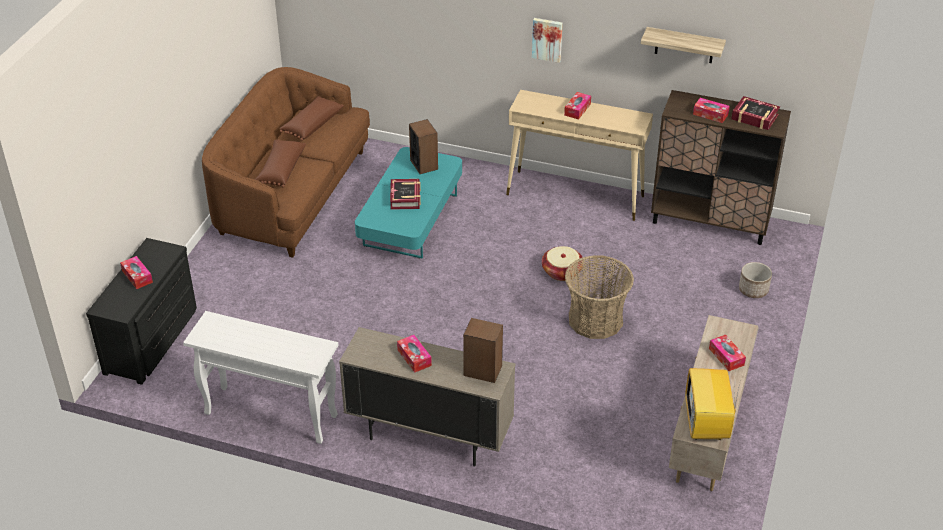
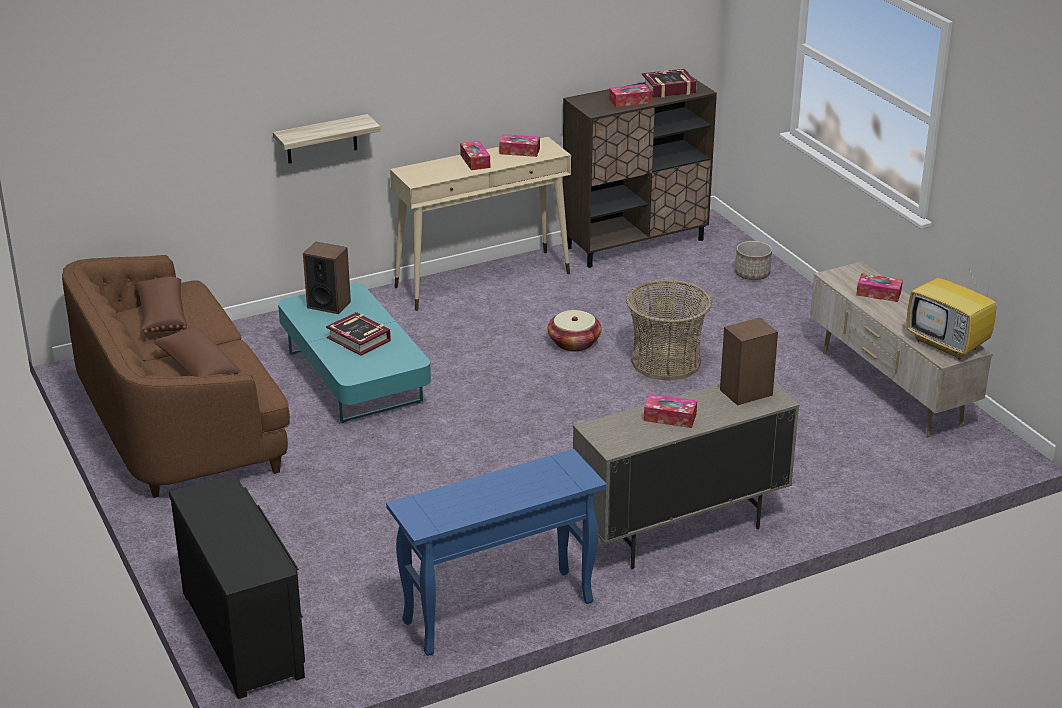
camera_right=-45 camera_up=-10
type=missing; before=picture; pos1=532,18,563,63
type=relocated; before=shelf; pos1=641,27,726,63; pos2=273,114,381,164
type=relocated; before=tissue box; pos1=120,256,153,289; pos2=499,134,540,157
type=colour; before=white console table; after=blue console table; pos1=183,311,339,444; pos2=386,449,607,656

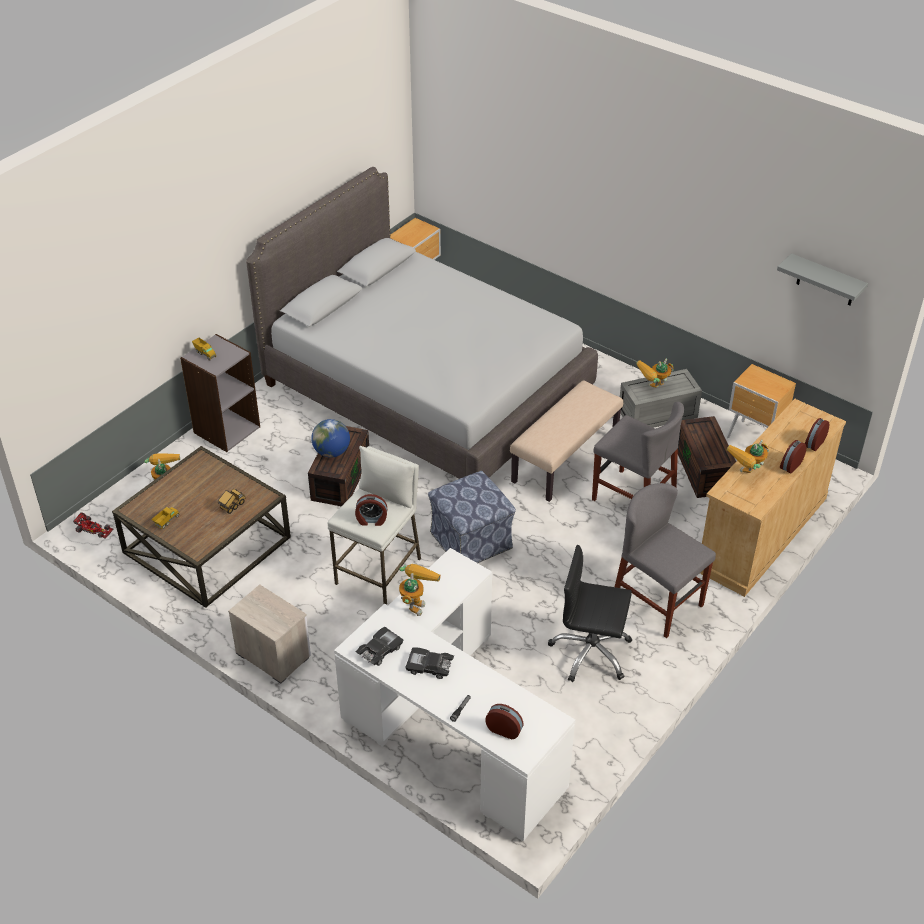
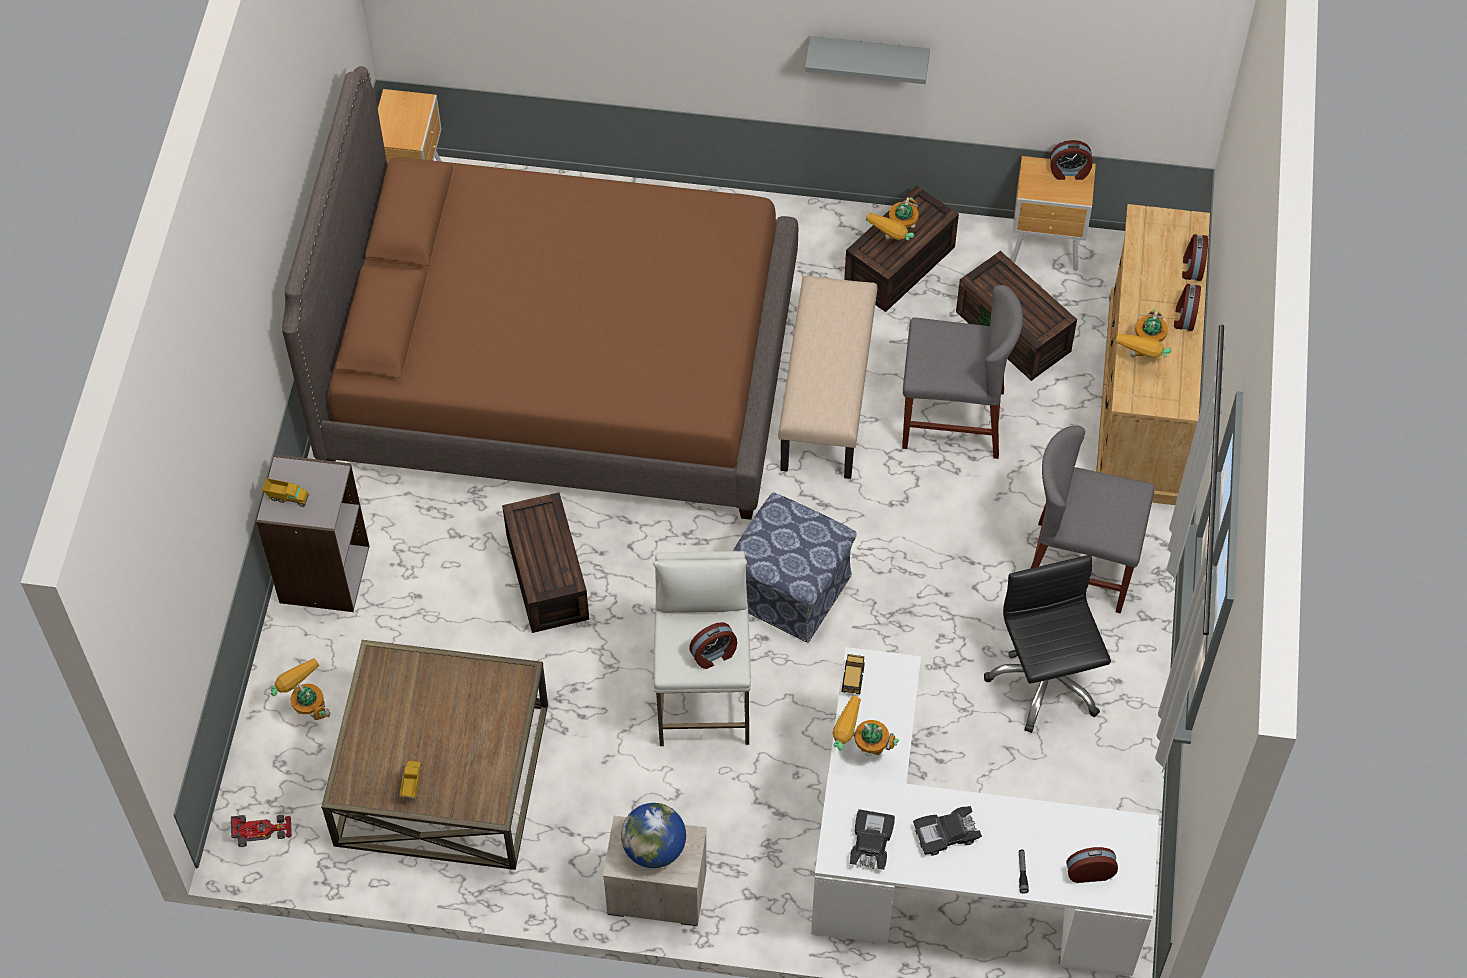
camera_right=-30 camera_up=15
type=colour; before=grey bed; after=brown bed; pos1=246,167,598,479; pos2=282,66,798,520
type=relocated; before=grey shelf; pos1=777,253,868,305; pos2=805,36,930,84
type=colour; before=grey storage box; after=brown storage box; pos1=620,369,702,428; pos2=844,186,959,312
type=relocated; before=globe; pos1=311,419,350,458; pos2=621,803,686,868
type=relocated; before=toy truck; pos1=218,489,245,514; pos2=841,654,865,694
type=spun; before=black office chair; pos1=548,545,632,682; pos2=984,555,1111,733; turn=90
type=spun; before=toy robot; pos1=399,564,441,616; pos2=833,696,899,756; turn=-60
type=appeared; after=alarm clock; pos2=1050,140,1092,180

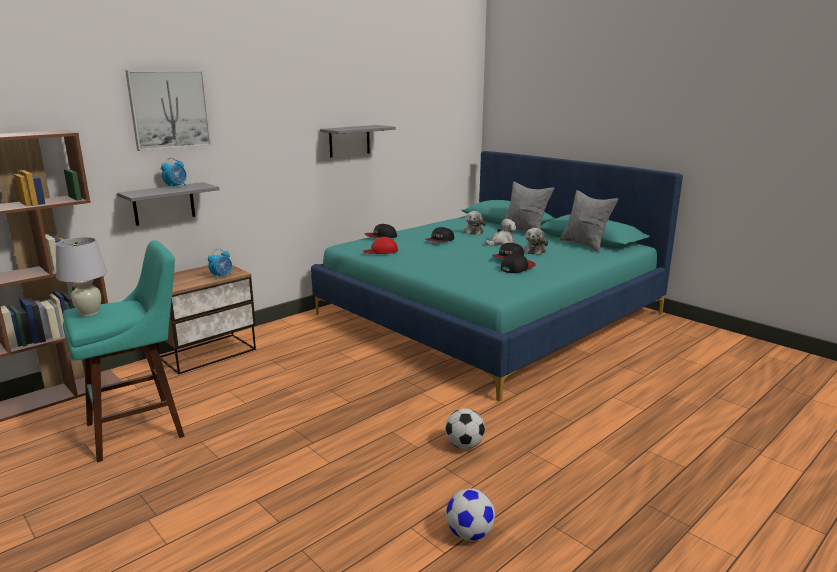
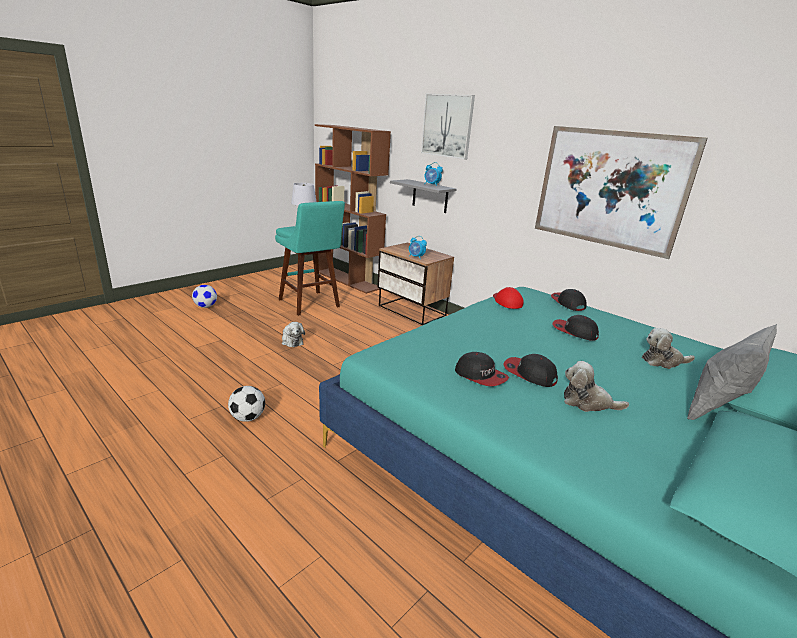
camera_right=85 camera_up=5
type=exchanged; before=grey shelf; after=picture; pos1=320,125,396,158; pos2=535,126,708,259
type=missing; before=grey pillow; pos1=559,190,618,253
type=relocated; before=plush toy; pos1=485,219,516,246; pos2=282,322,305,347
type=relocated; before=football; pos1=446,489,495,541; pos2=192,285,217,308

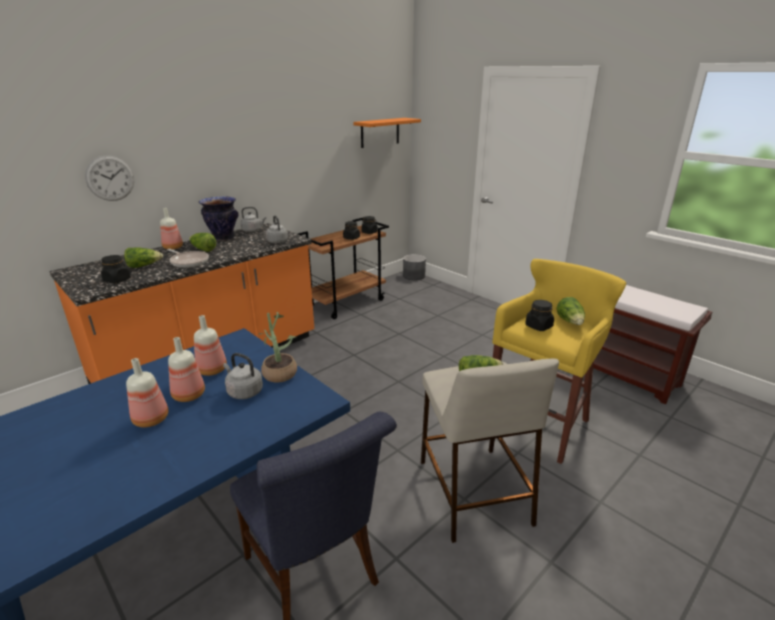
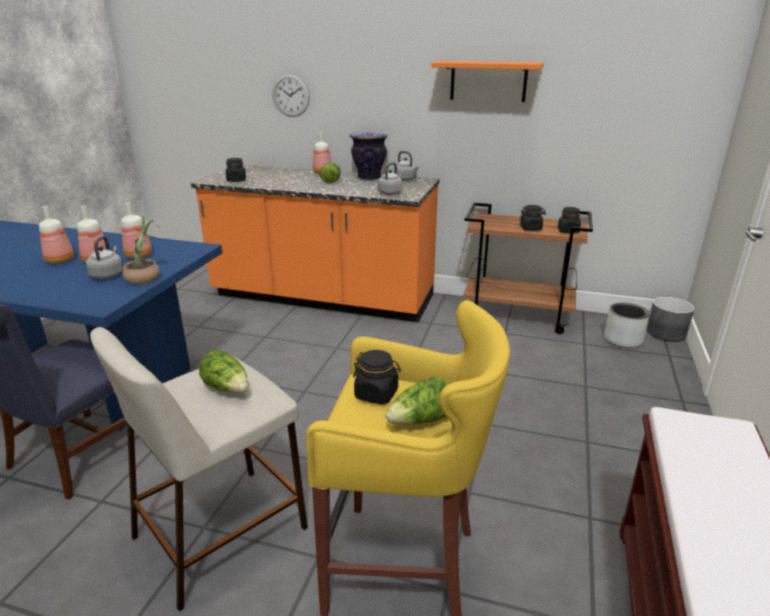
camera_right=60 camera_up=0
type=relocated; before=orange shelf; pos1=353,118,421,148; pos2=431,61,543,102
type=missing; before=lettuce; pos1=124,247,163,268
type=missing; before=frying pan; pos1=167,249,209,268
type=appeared; after=grey planter; pos2=604,303,649,348

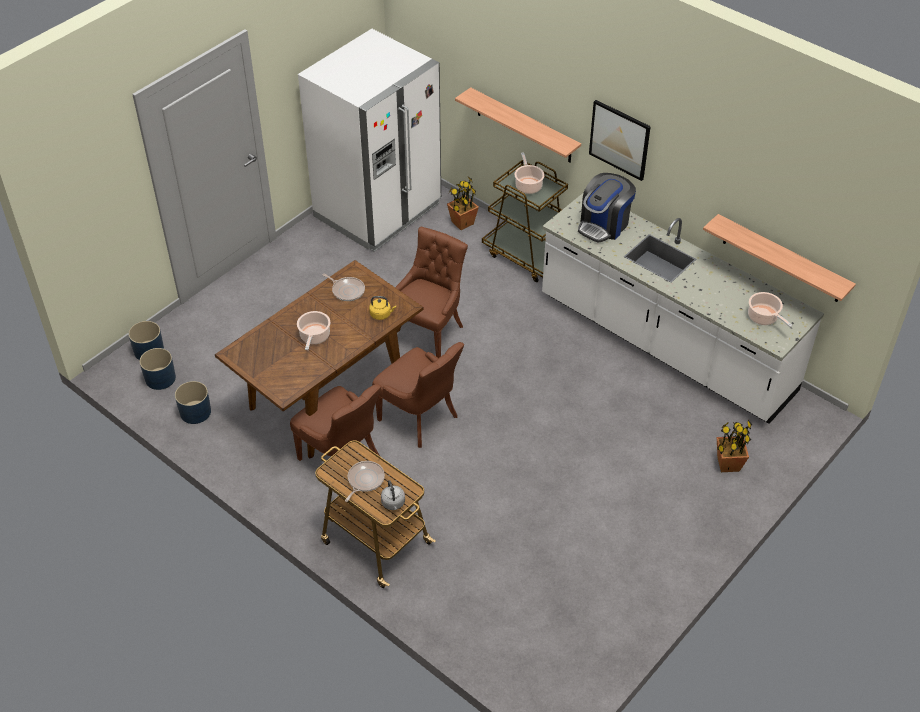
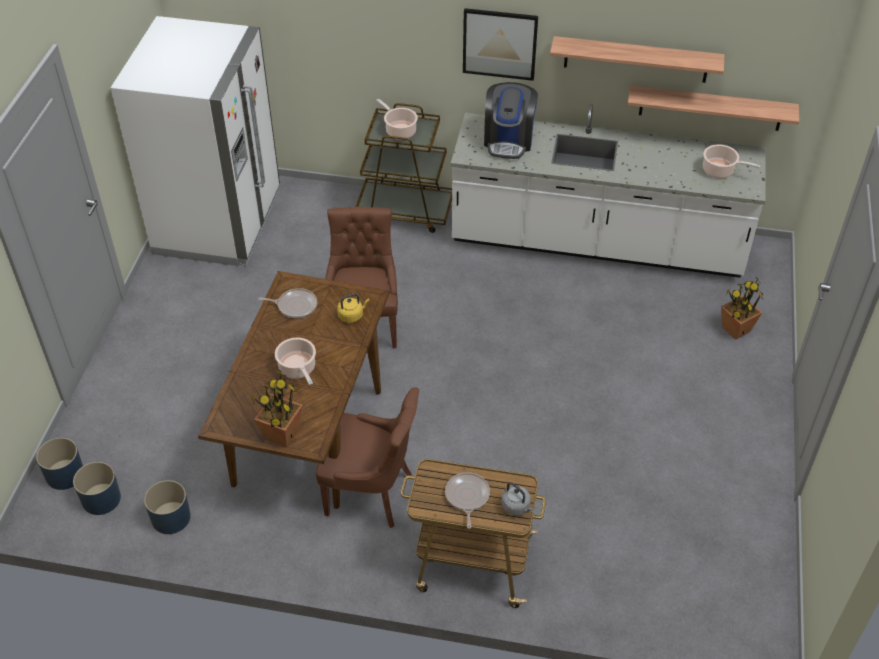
camera_right=-30 camera_up=0
type=relocated; before=shelf; pos1=455,87,581,163; pos2=550,36,725,83
type=relocated; before=potted plant; pos1=447,177,479,230; pos2=252,370,303,448
type=missing; before=brown chair; pos1=372,342,464,448

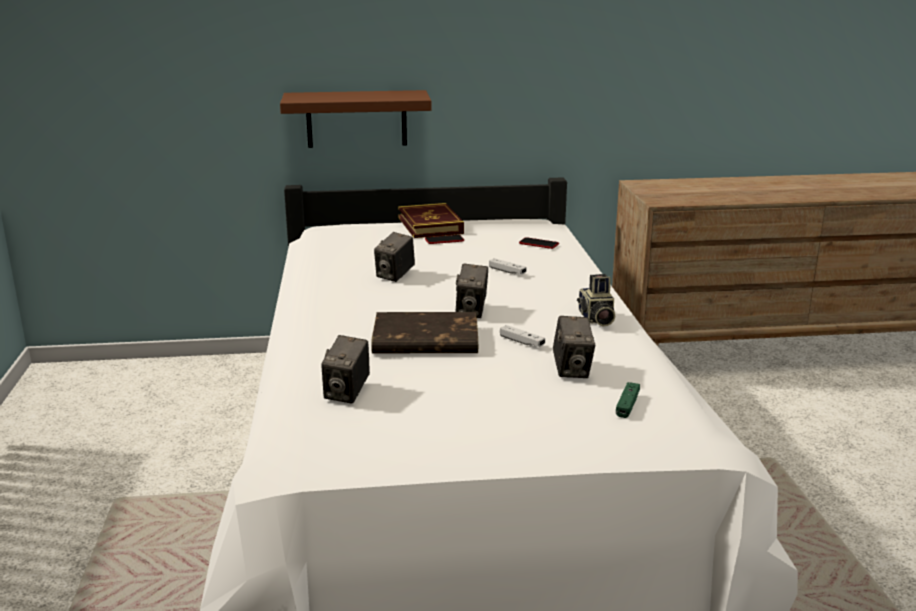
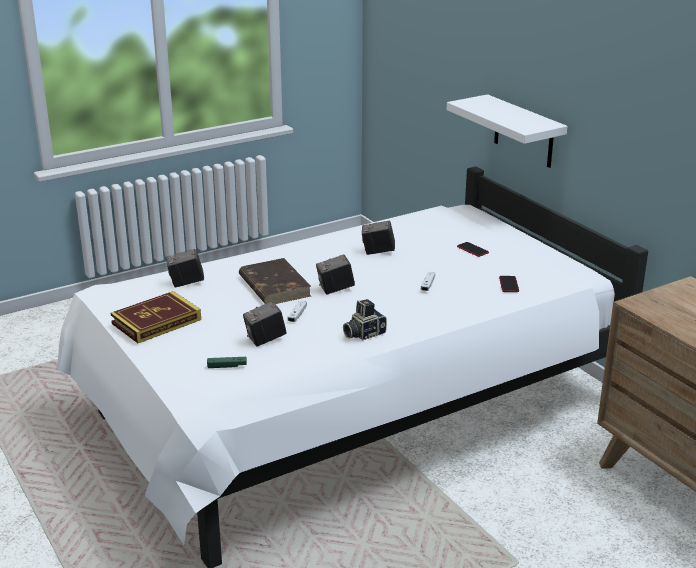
camera_right=65 camera_up=5
type=colour; before=brown shelf; after=white shelf; pos1=280,90,432,148; pos2=447,94,568,168
type=relocated; before=book; pos1=398,203,464,238; pos2=110,291,201,343

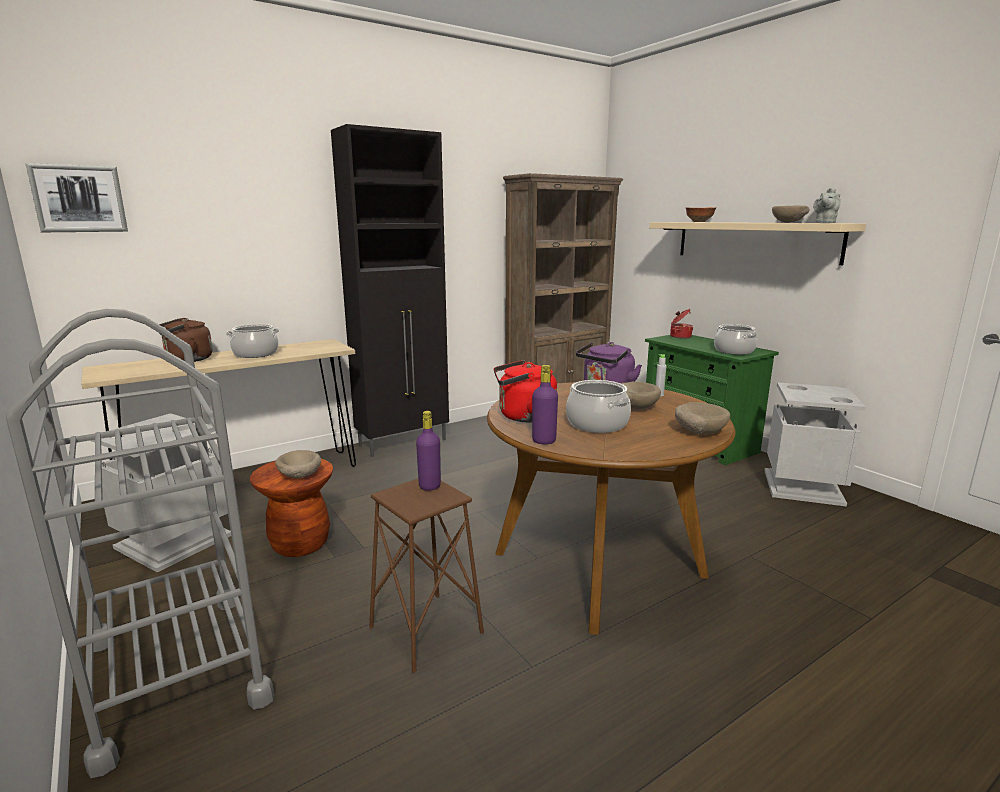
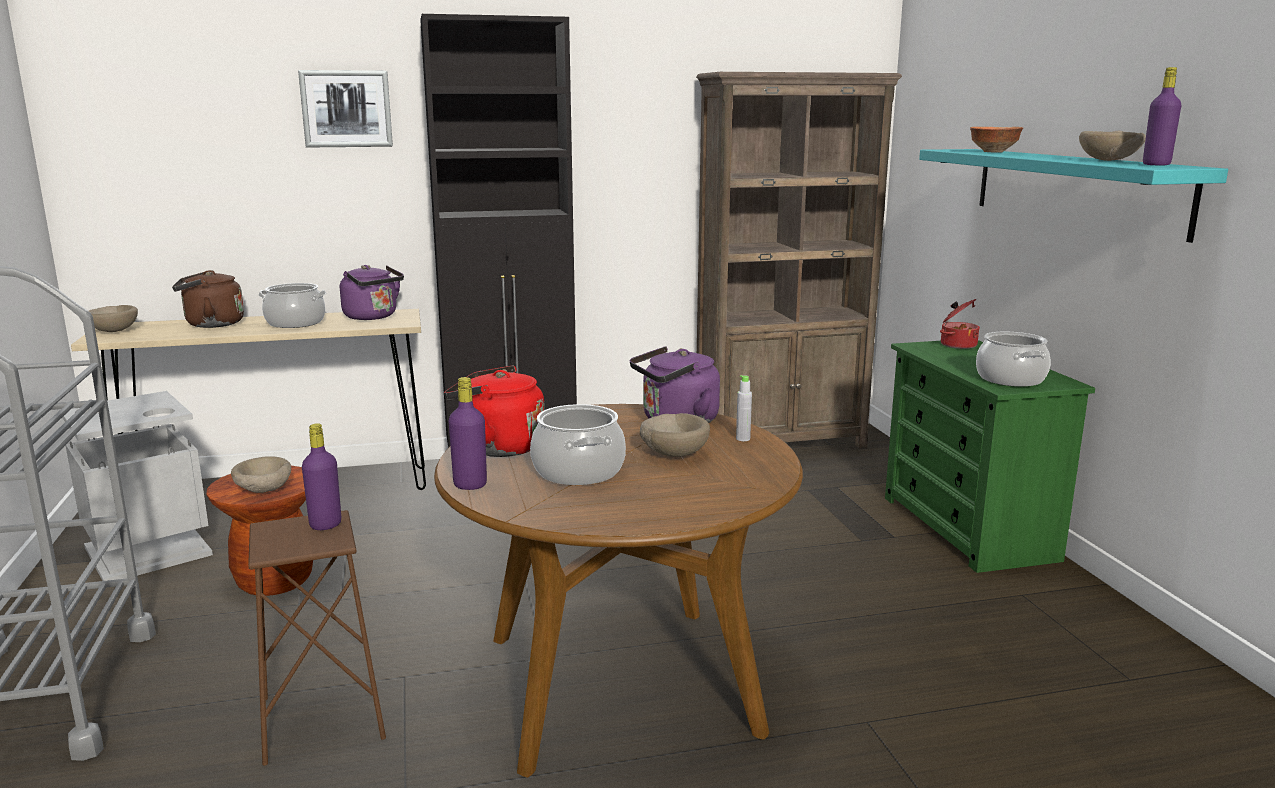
camera_right=20 camera_up=0
type=relocated; before=picture; pos1=25,163,128,232; pos2=298,70,393,147
type=exchanged; before=grey teapot; after=purple bottle; pos1=813,187,841,223; pos2=1143,67,1181,165
type=colour; before=beige shelf; after=turquoise shelf; pos1=649,222,866,265; pos2=919,149,1228,243
type=missing; before=grey trash can; pos1=764,382,866,507
type=relocated; before=beige bowl; pos1=675,402,730,434; pos2=88,305,138,332
type=appeared; after=purple kettle; pos2=340,265,404,320

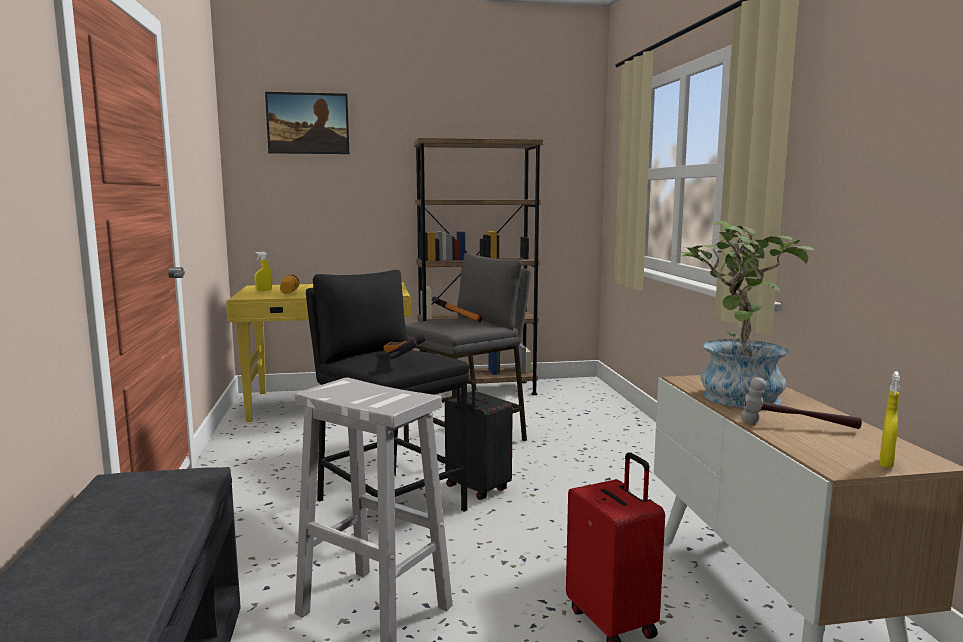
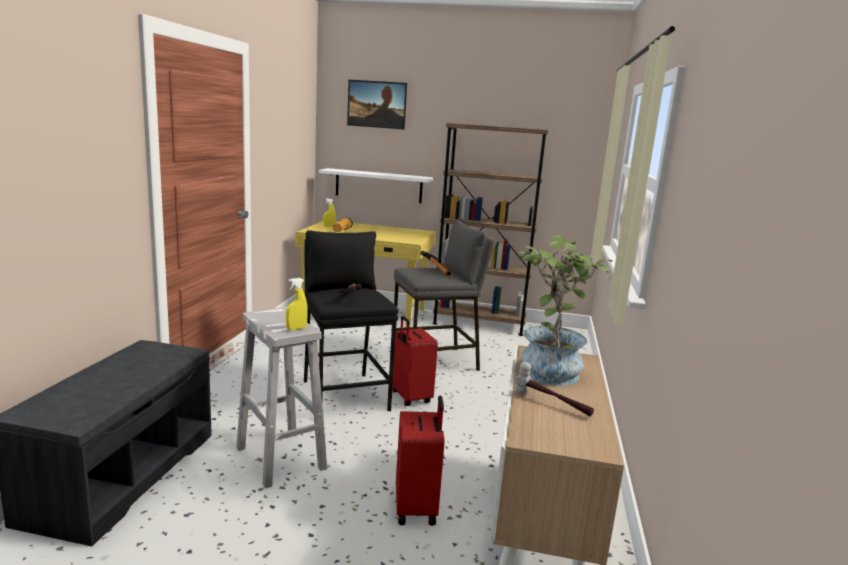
camera_right=20 camera_up=5
type=relocated; before=yellow spray bottle; pos1=880,371,900,468; pos2=286,278,308,330
type=colour; before=black suitcase; after=red suitcase; pos1=445,379,513,500; pos2=392,316,438,406
type=appeared; after=white shelf; pos2=319,168,433,203

